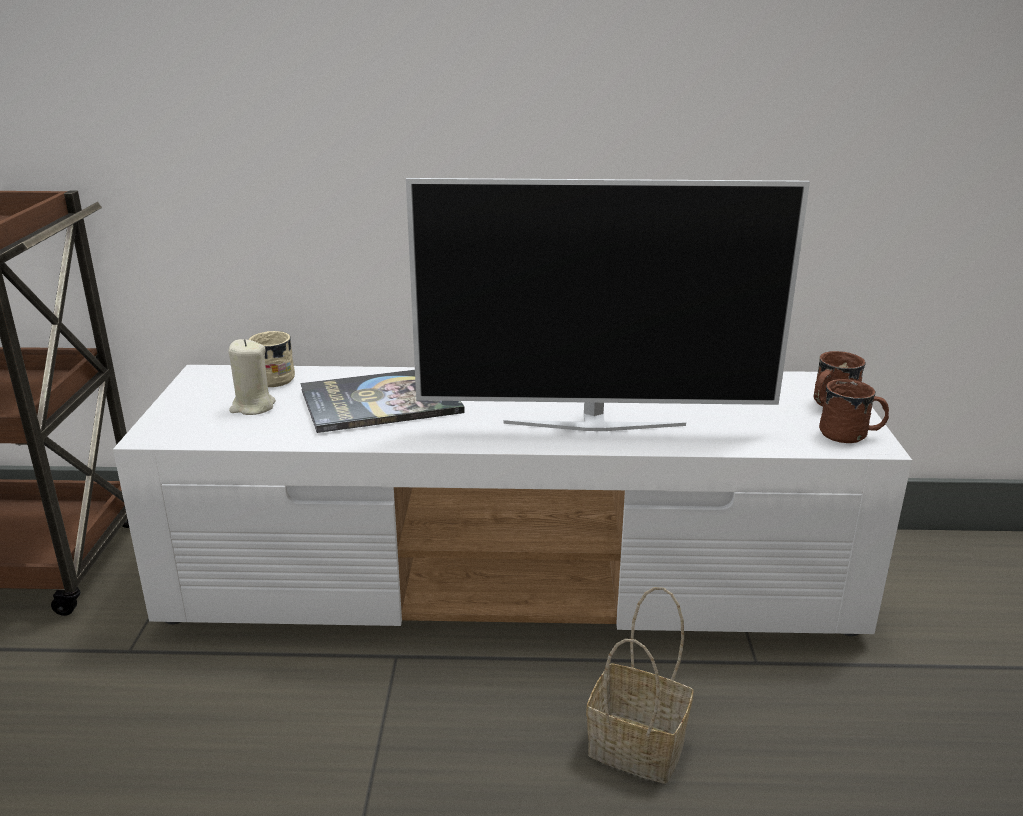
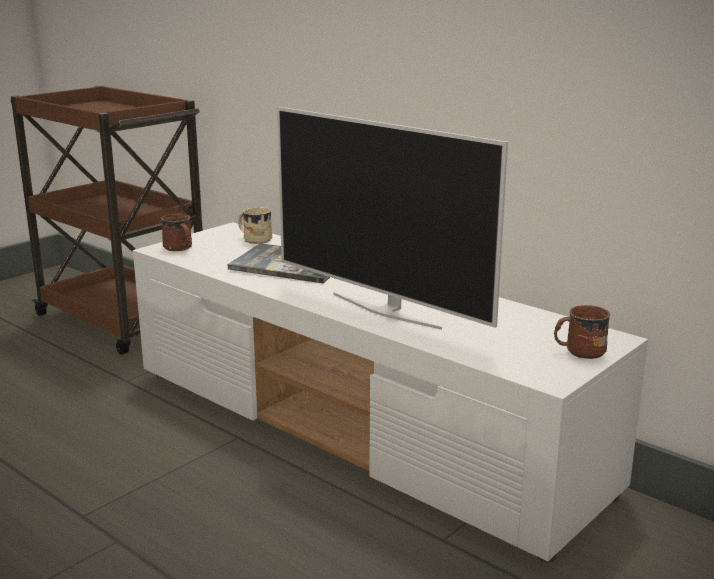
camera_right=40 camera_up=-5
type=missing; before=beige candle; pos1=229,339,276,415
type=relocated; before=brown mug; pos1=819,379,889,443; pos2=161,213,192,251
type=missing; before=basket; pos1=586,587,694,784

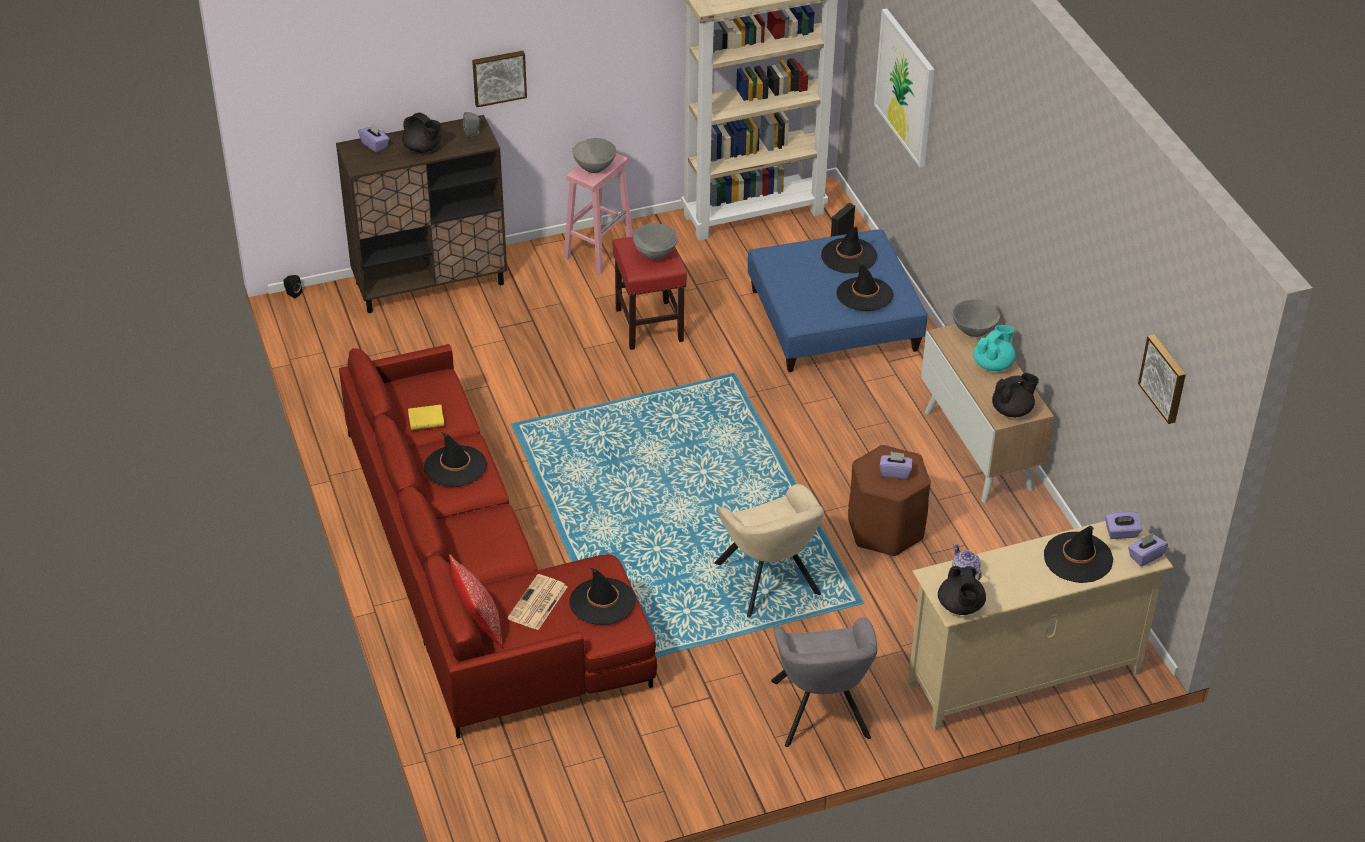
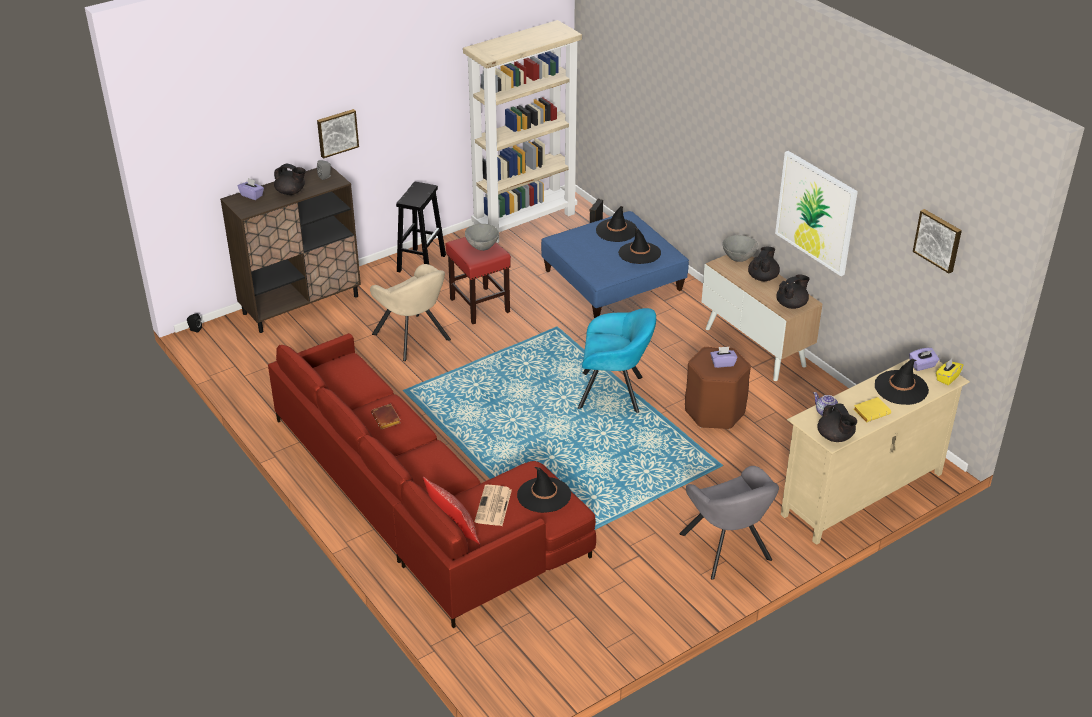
camera_right=-15 camera_up=-5
type=relocated; before=picture; pos1=874,9,935,168; pos2=775,151,858,276
type=missing; before=grey bowl; pos1=572,138,616,173
type=colour; before=pink stool; after=black stool; pos1=564,153,633,275; pos2=396,182,446,272
type=colour; before=turquoise teapot; after=black teapot; pos1=973,325,1015,371; pos2=748,247,780,281
type=relocated; before=yellow book; pos1=408,405,445,430; pos2=854,397,891,422
type=exchanged; before=black hat; after=brown book; pos1=424,432,487,487; pos2=371,404,400,430
type=relocated; before=beige armchair; pos1=714,484,824,617; pos2=370,264,451,361
type=colour; before=purple tissue box; after=yellow tissue box; pos1=1128,533,1168,566; pos2=936,359,963,385
type=appeared; after=turquoise armchair; pos2=578,308,656,413

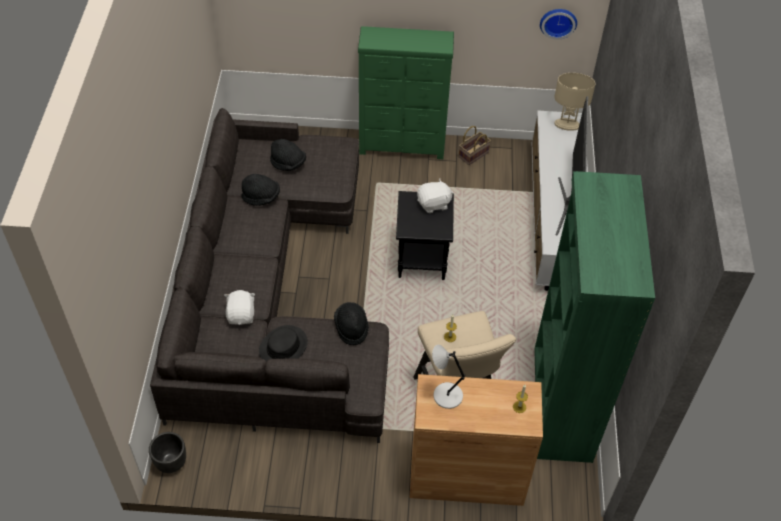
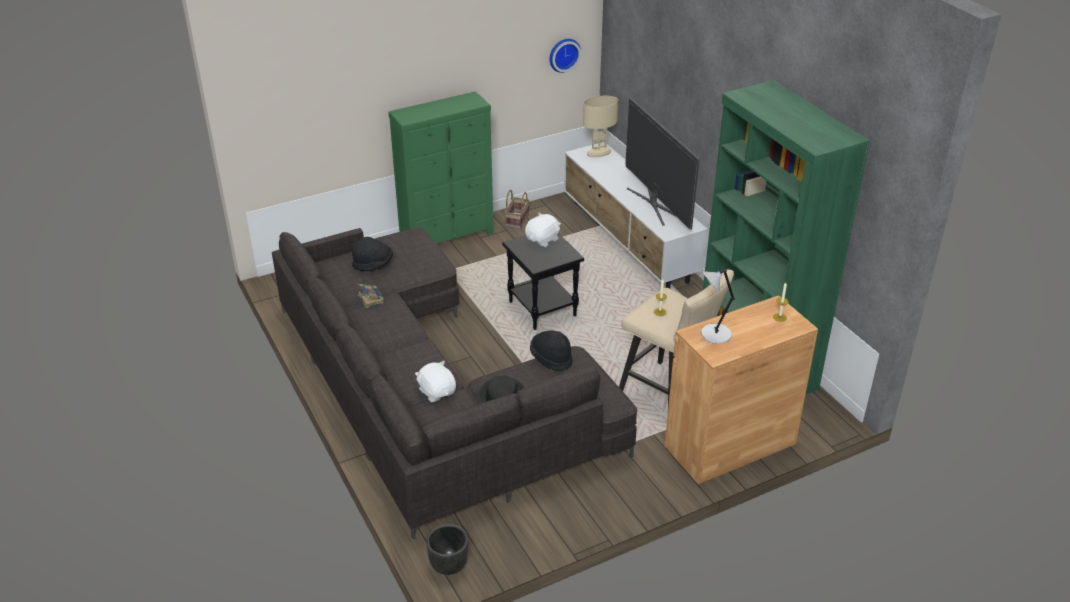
camera_right=-30 camera_up=-15
type=exchanged; before=black hat; after=book; pos1=241,174,280,206; pos2=358,284,385,308

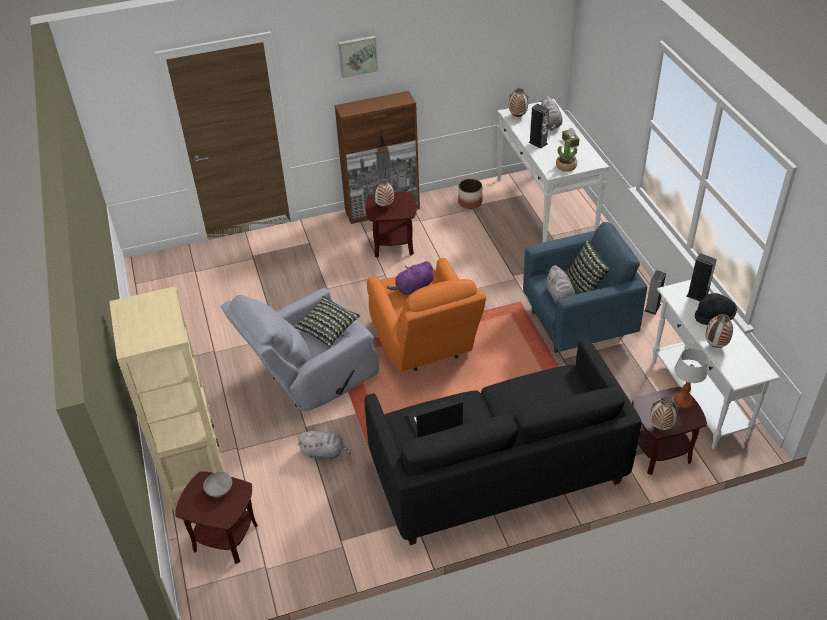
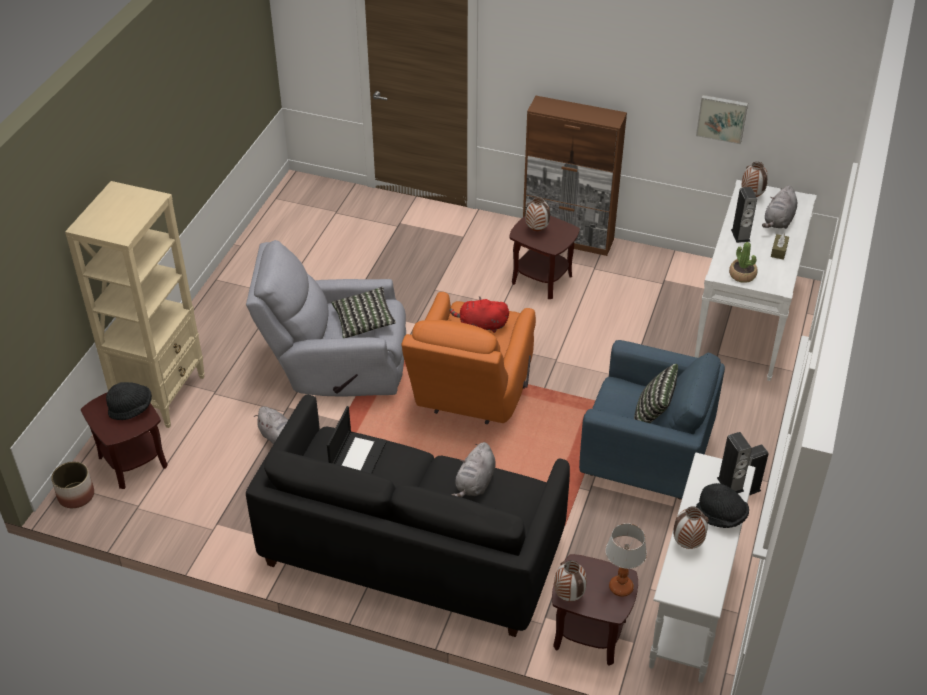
camera_right=35 camera_up=0
type=relocated; before=picture; pos1=338,36,378,78; pos2=696,95,748,144
type=relocated; before=planter; pos1=458,179,482,209; pos2=51,461,94,508
type=colour; before=purple plush toy; after=red plush toy; pos1=387,261,434,295; pos2=449,297,509,333
type=relocated; before=grey plush toy; pos1=546,265,575,303; pos2=452,442,496,497
type=spun; before=laptop; pos1=406,399,463,438; pos2=327,406,387,474; turn=90
type=exchanged; before=grey bowl; after=black hat; pos1=203,472,232,497; pos2=106,382,152,420

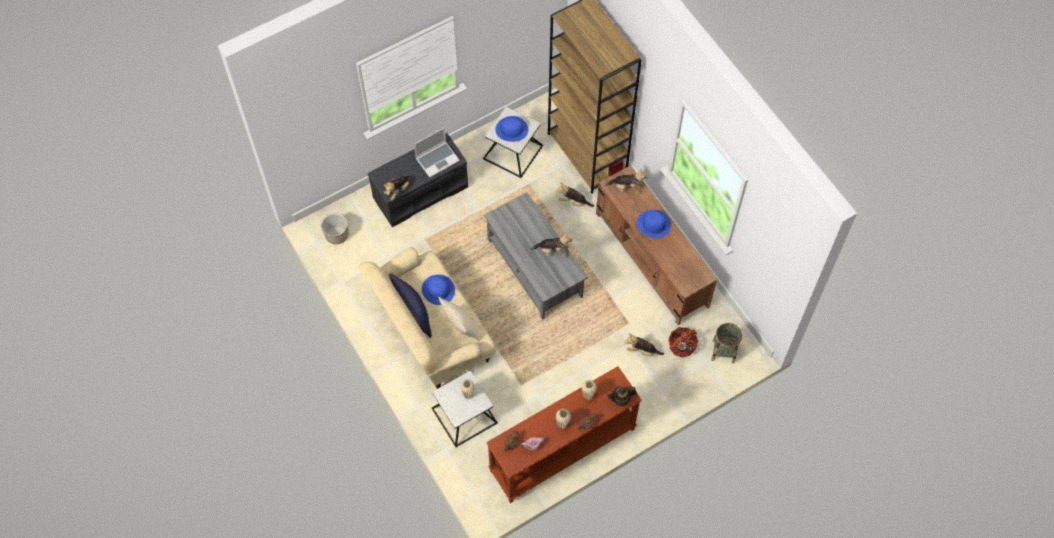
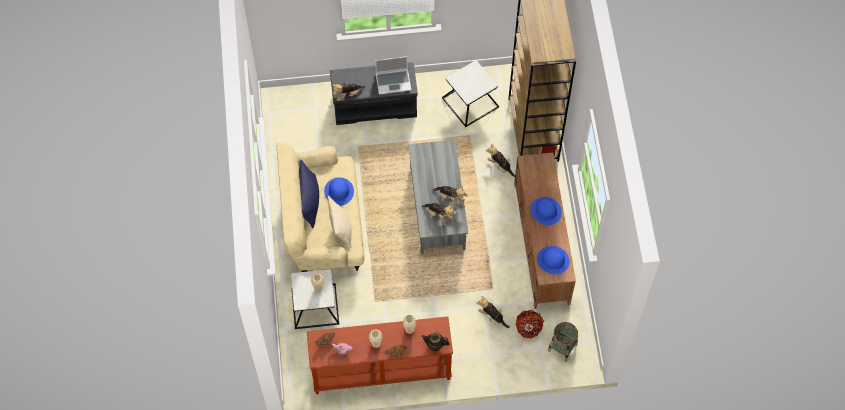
camera_right=25 camera_up=0
type=relocated; before=blue hat; pos1=495,116,528,142; pos2=537,246,570,274
type=relocated; before=plush toy; pos1=605,169,648,194; pos2=422,203,456,225
type=missing; before=planter; pos1=321,213,349,244

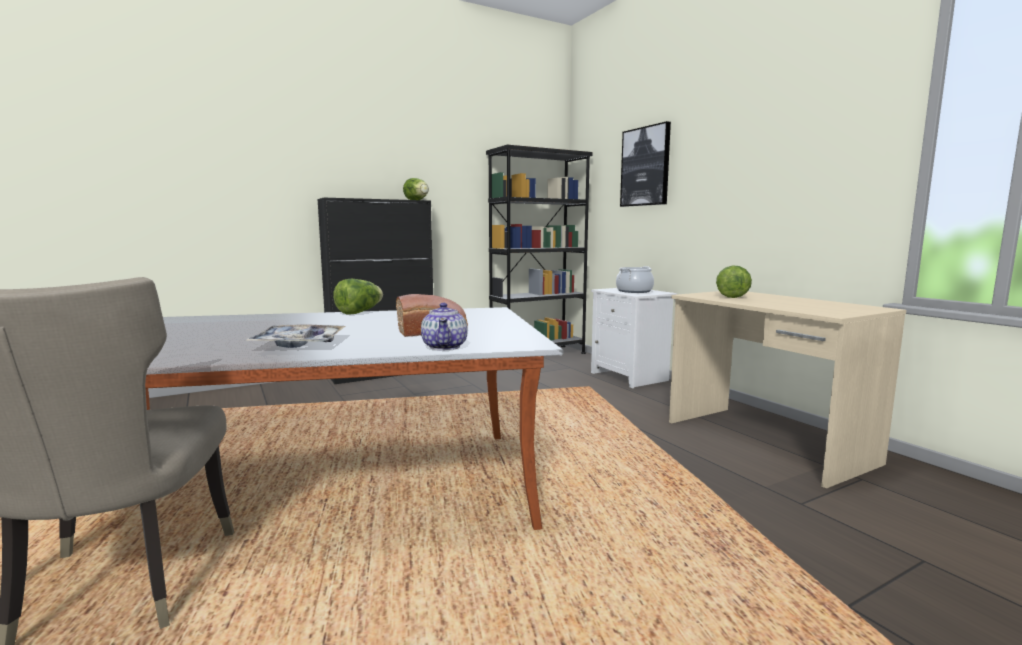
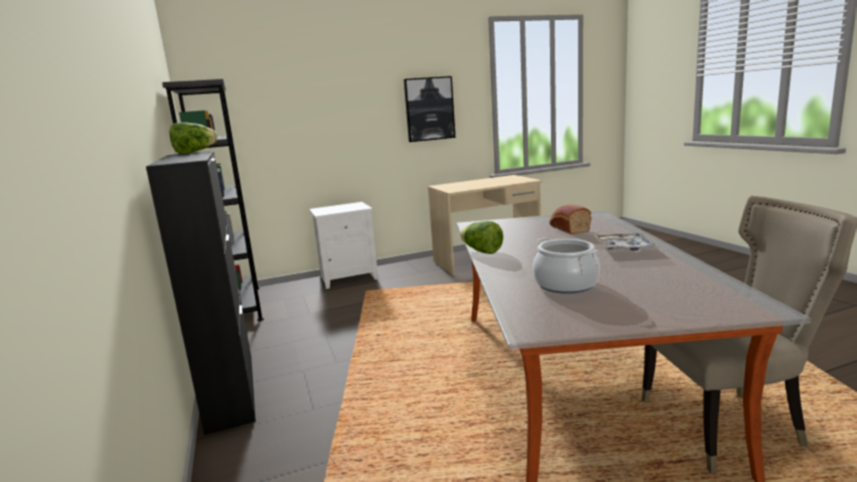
camera_right=-80 camera_up=5
type=relocated; before=picture; pos1=620,121,671,207; pos2=404,76,455,142
type=missing; before=lettuce; pos1=716,265,752,298
type=relocated; before=cooking pot; pos1=616,266,654,293; pos2=533,238,600,294
type=missing; before=teapot; pos1=421,303,467,350

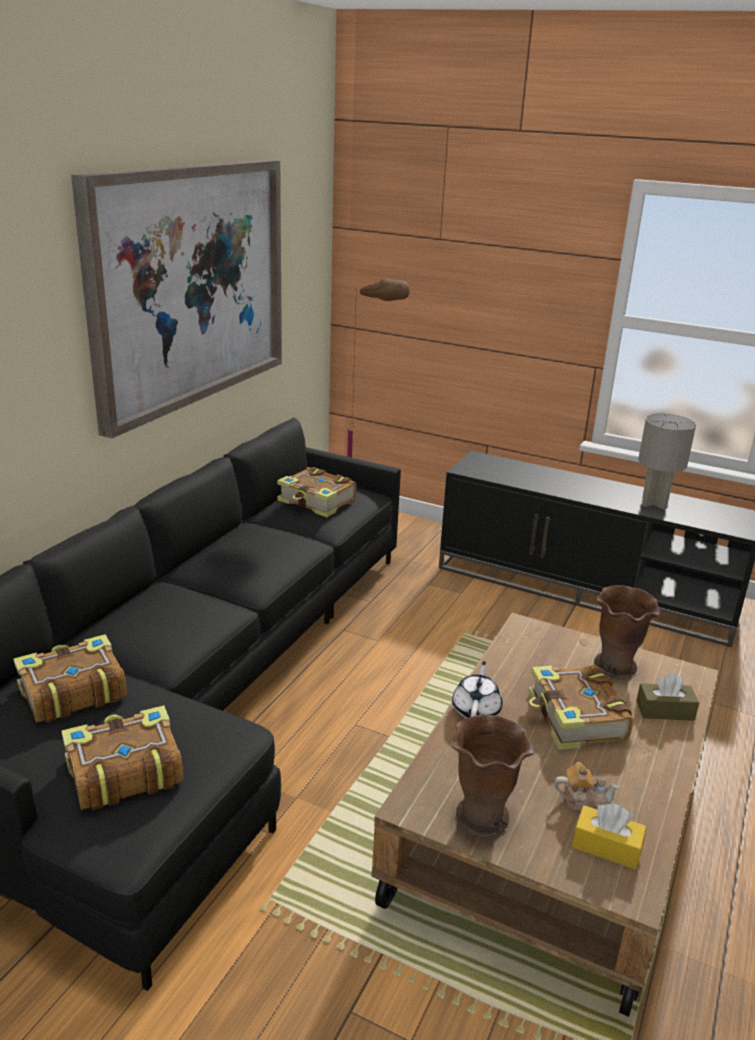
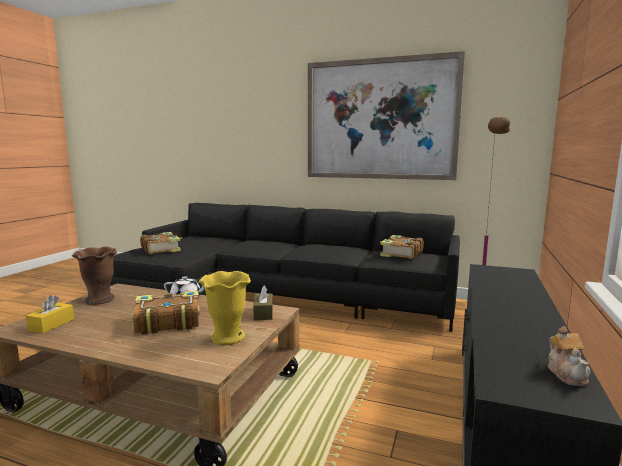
camera_right=85 camera_up=-15
type=missing; before=grey table lamp; pos1=638,414,696,509
type=colour; before=brown vase; after=yellow vase; pos1=594,585,660,678; pos2=199,271,251,345
type=missing; before=book; pos1=14,634,127,723
type=relocated; before=brown tissue box; pos1=636,673,699,721; pos2=253,285,273,320
type=relocated; before=teapot; pos1=554,762,620,811; pos2=548,326,591,386

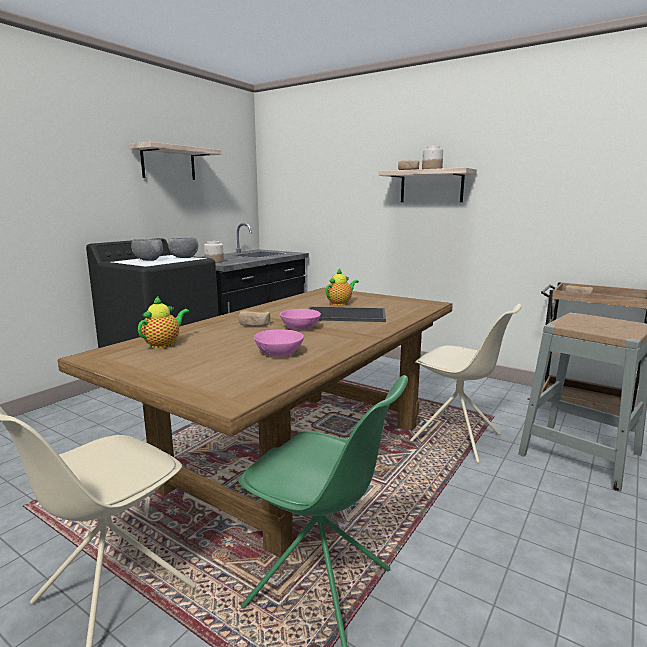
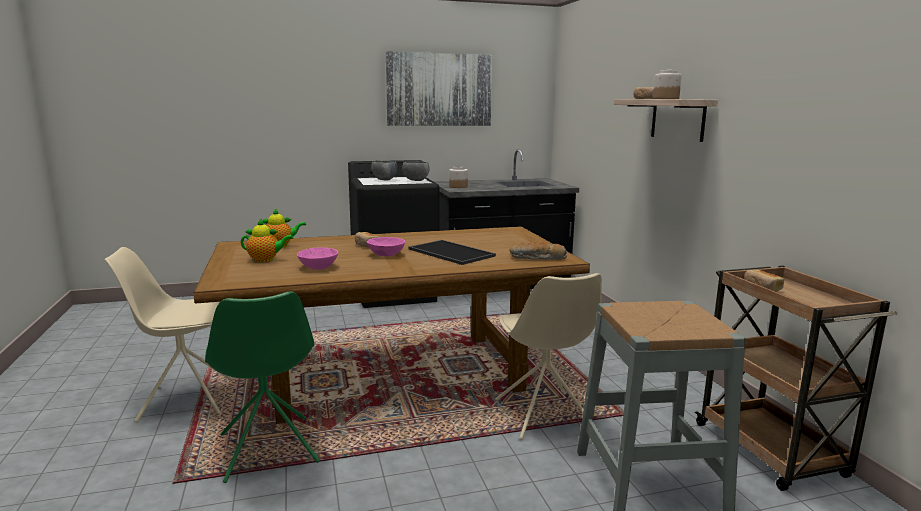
camera_right=40 camera_up=0
type=exchanged; before=shelf; after=picture; pos1=129,142,221,180; pos2=386,51,492,126
type=relocated; before=teapot; pos1=326,269,359,306; pos2=241,218,294,262
type=appeared; after=bread; pos2=509,242,567,260

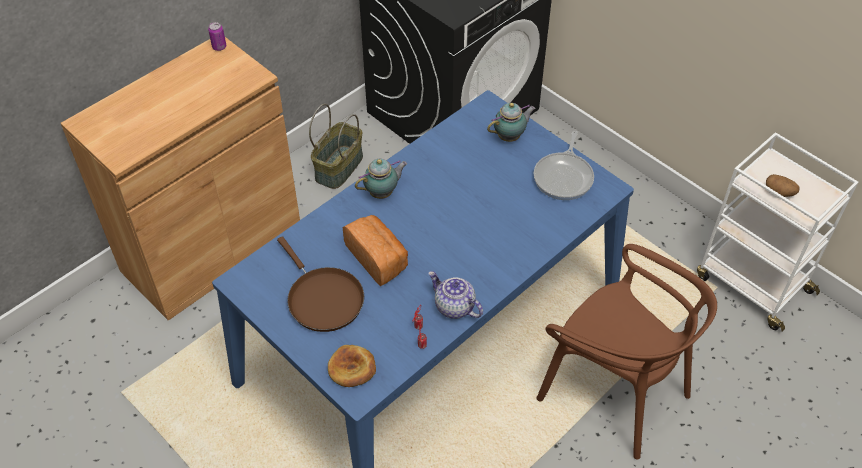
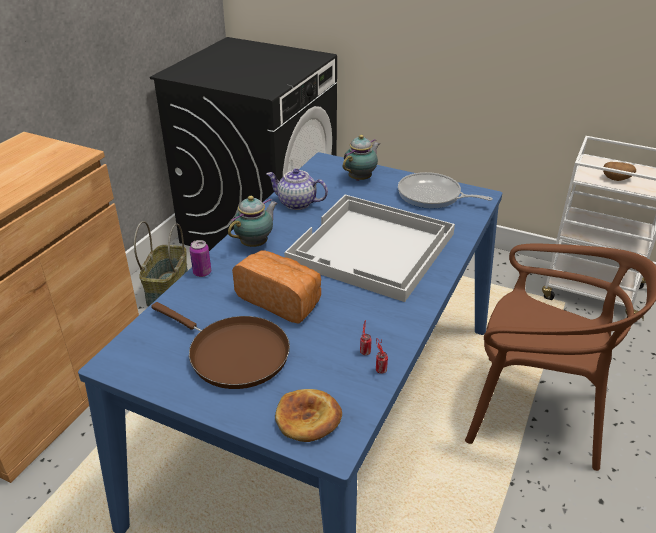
camera_right=-20 camera_up=-15
type=relocated; before=can; pos1=208,22,226,51; pos2=190,240,211,277
type=spun; before=frying pan; pos1=534,131,594,200; pos2=398,172,492,209; turn=120
type=relocated; before=teapot; pos1=428,271,483,319; pos2=266,168,328,210
type=appeared; after=white tray; pos2=284,195,455,302

